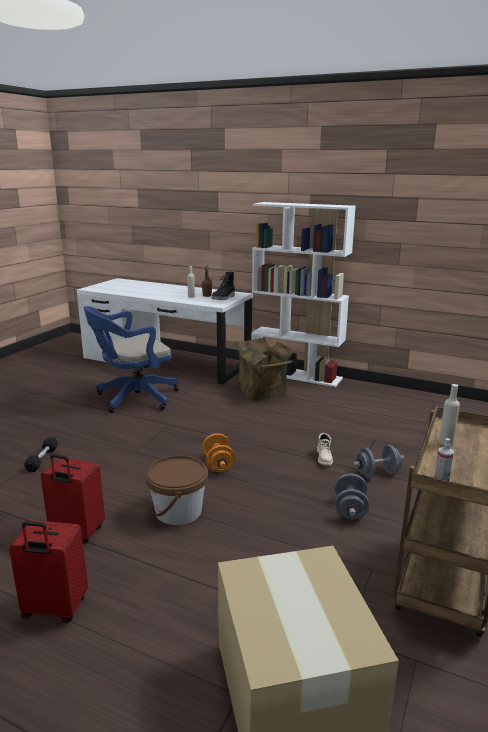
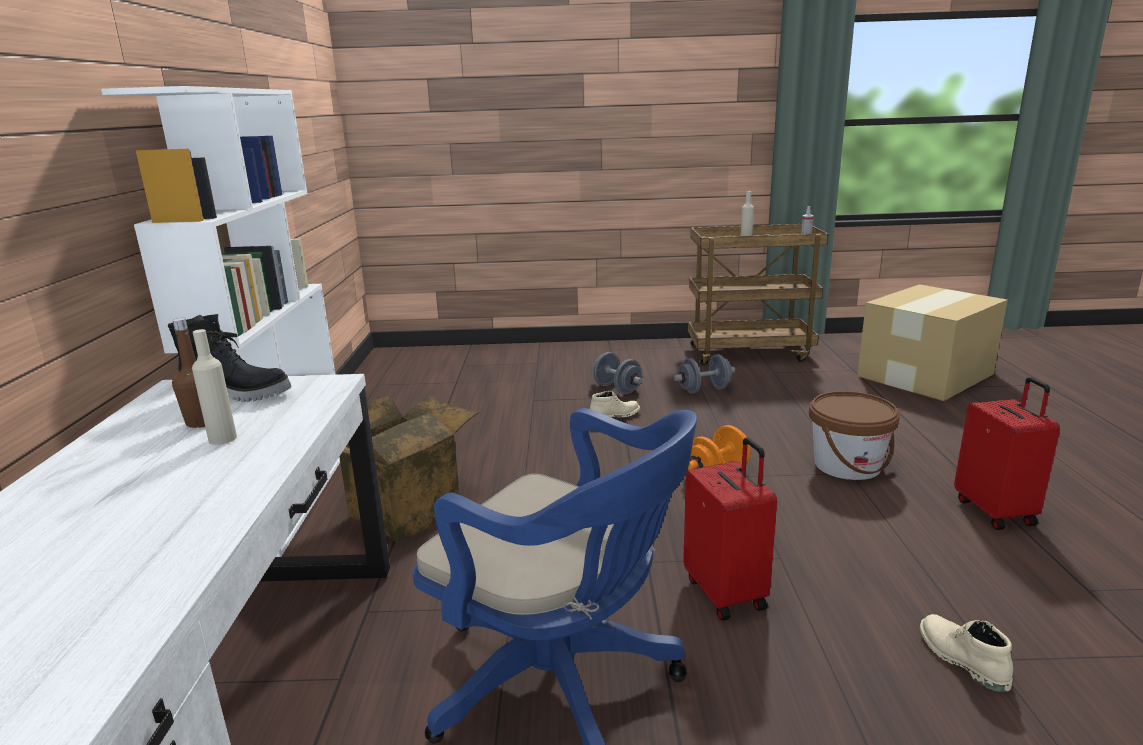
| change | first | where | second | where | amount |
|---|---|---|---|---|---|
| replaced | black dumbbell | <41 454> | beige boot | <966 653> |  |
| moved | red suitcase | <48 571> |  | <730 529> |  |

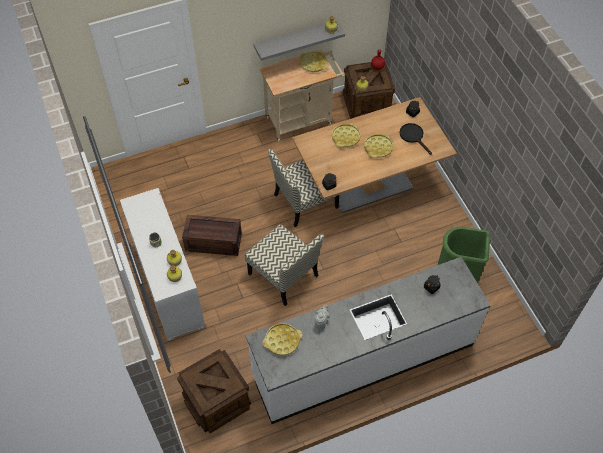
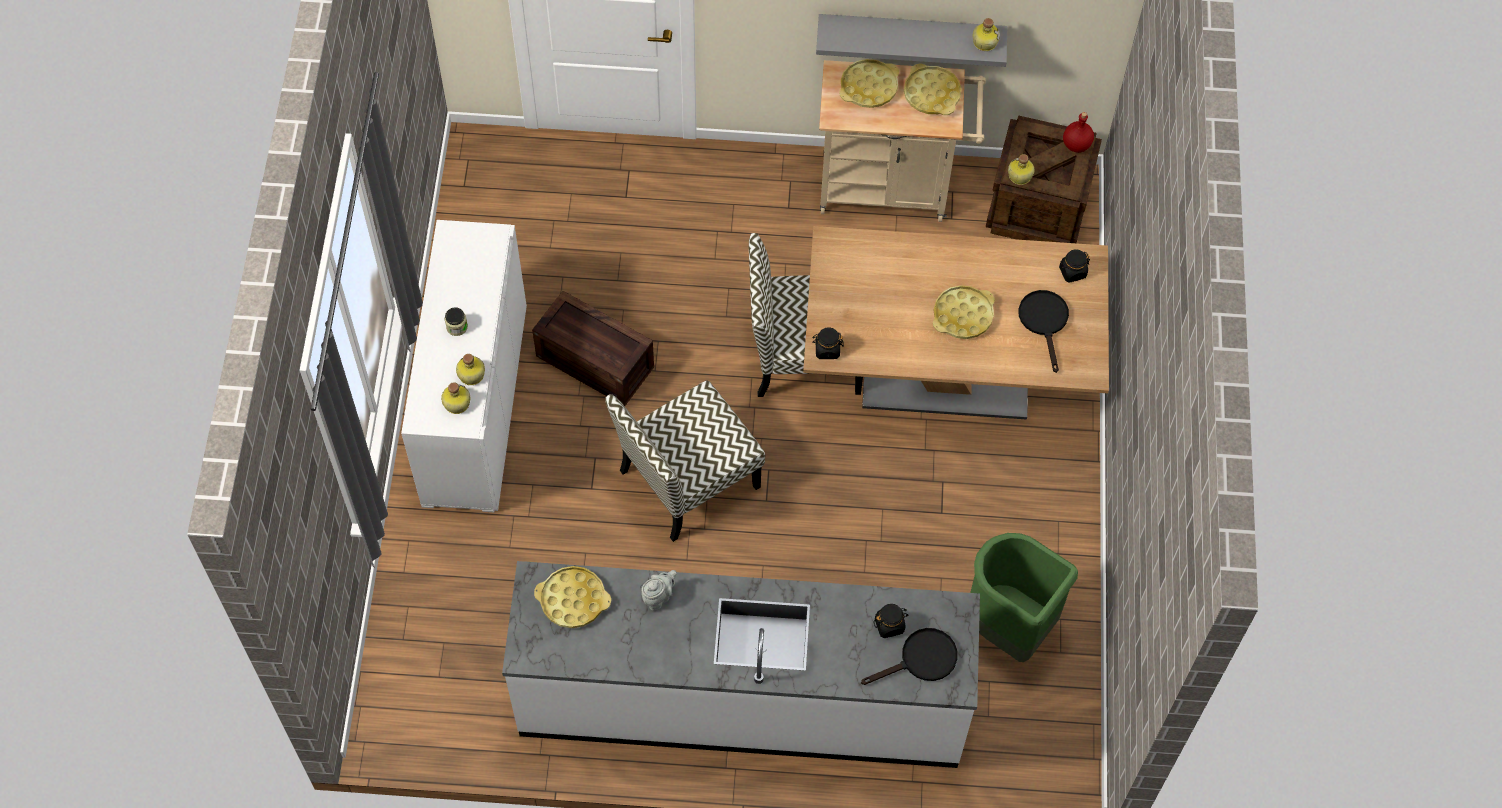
| change | first | where | second | where | amount |
|---|---|---|---|---|---|
| moved | yellow tray | <346 135> |  | <869 83> |  |
| turned | chair | <284 265> |  | <685 461> | 75 degrees clockwise |
| removed | crate | <214 391> |  |  |  |
| added |  |  | black frying pan | <909 656> |  |

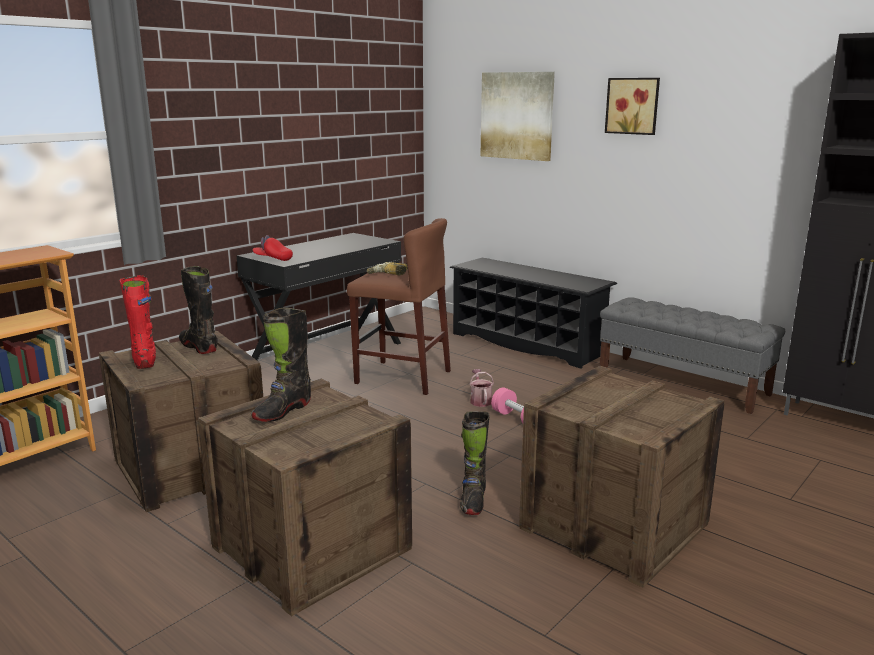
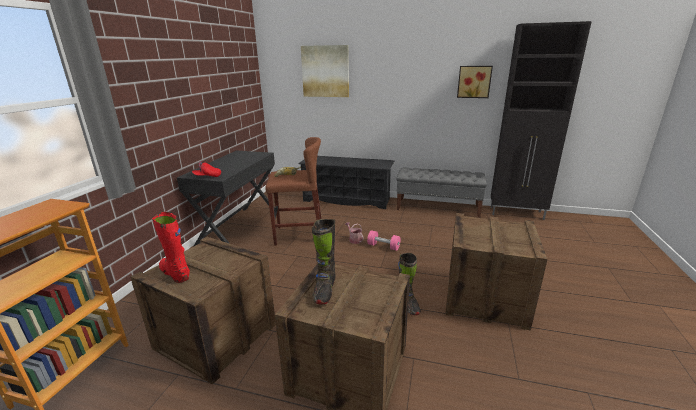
| change | first | where | second | where | amount |
|---|---|---|---|---|---|
| moved | picture | <632 106> |  | <475 82> |  |
| removed | black boot | <198 310> |  |  |  |

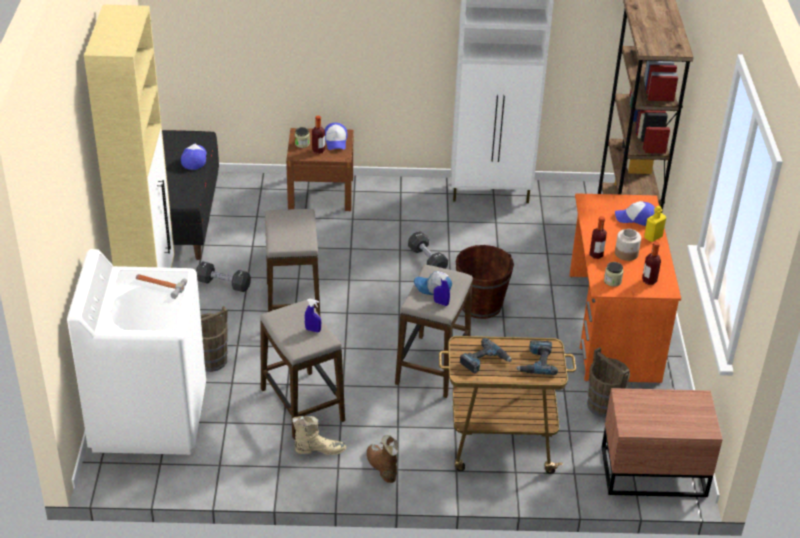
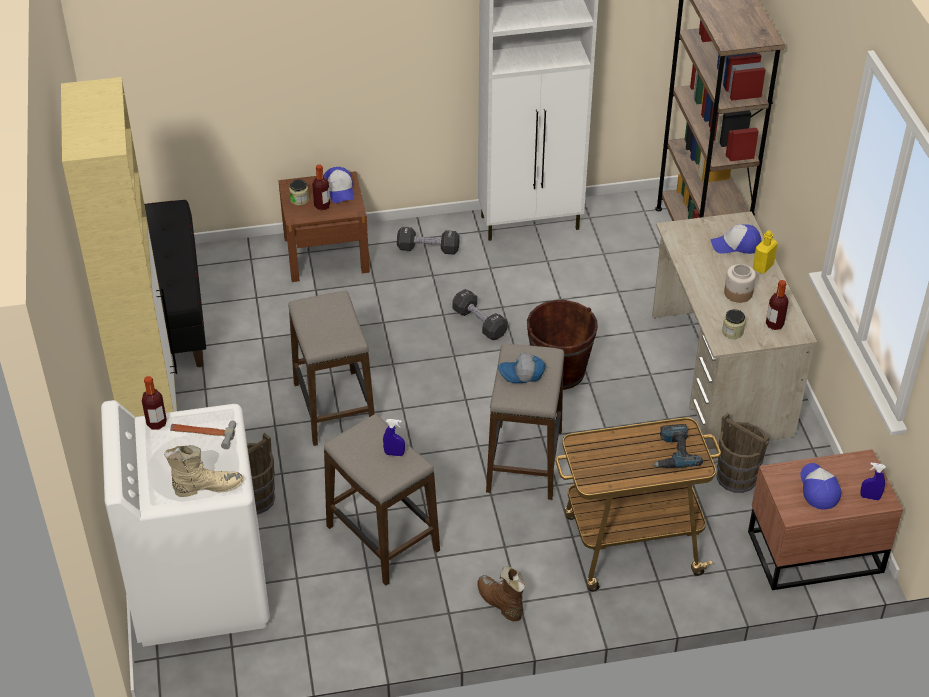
| change | first | where | second | where | amount |
|---|---|---|---|---|---|
| moved | cap | <193 156> |  | <820 486> |  |
| recoloured | orange desk | <625 288> | beige desk | <734 330> |  |
| moved | bottle | <598 237> |  | <154 403> |  |
| moved | black dumbbell | <223 276> |  | <428 241> |  |
| moved | blue spray bottle | <442 288> |  | <873 482> |  |
| removed | power drill | <486 355> |  |  |  |
| moved | beige boot | <319 435> |  | <203 471> |  |

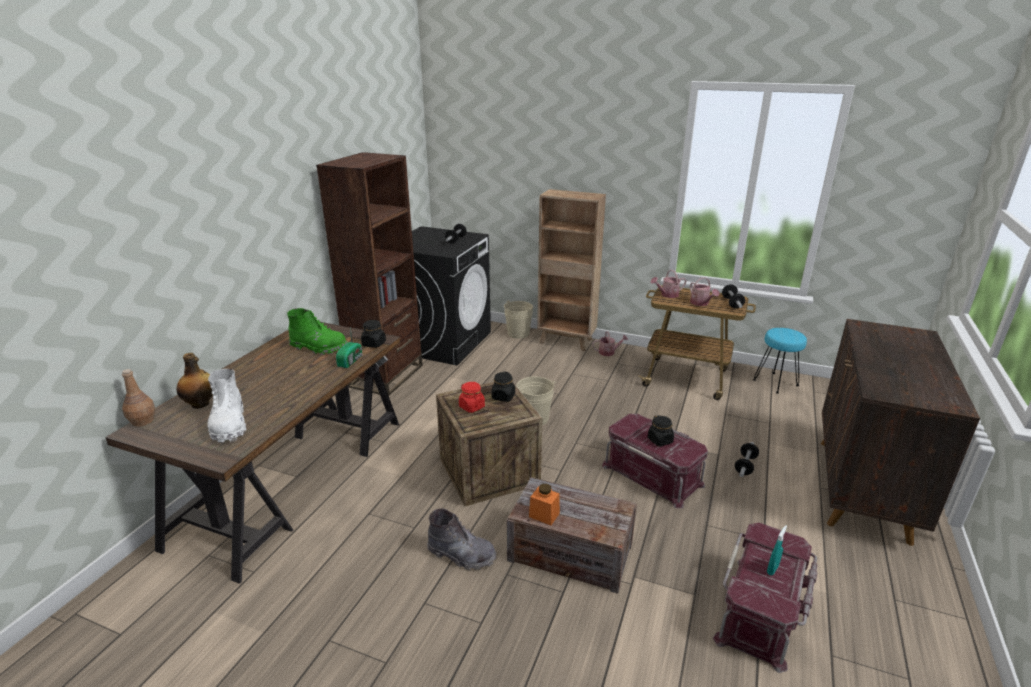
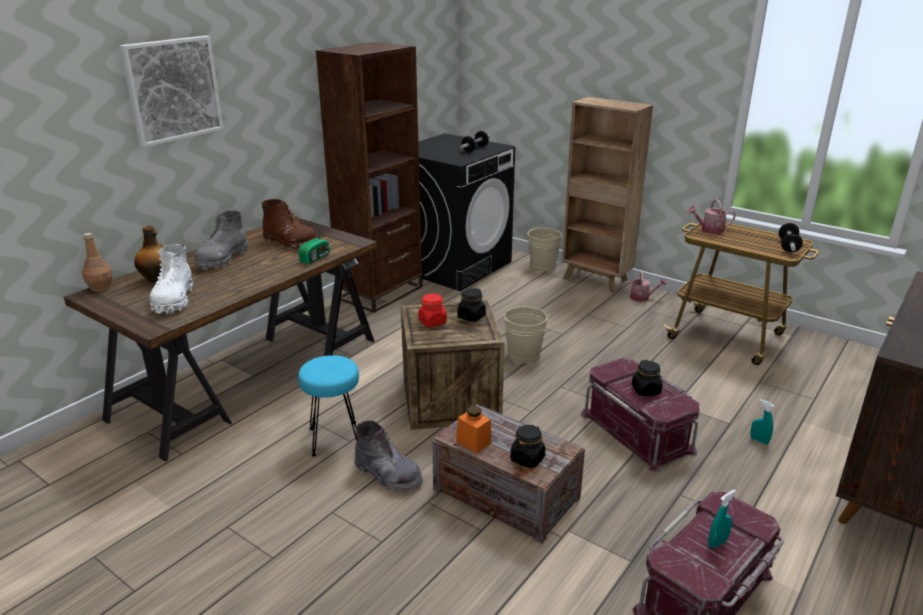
| change | first | where | second | where | amount |
|---|---|---|---|---|---|
| removed | watering can | <704 291> |  |  |  |
| recoloured | green boot | <317 331> | brown boot | <290 224> |  |
| moved | black jar | <373 334> |  | <527 446> |  |
| moved | turquoise stool | <780 361> |  | <328 405> |  |
| replaced | dumbbell | <747 459> | turquoise spray bottle | <762 422> |  |
| added |  |  | picture | <172 91> |  |
| added |  |  | grey boot | <221 240> |  |

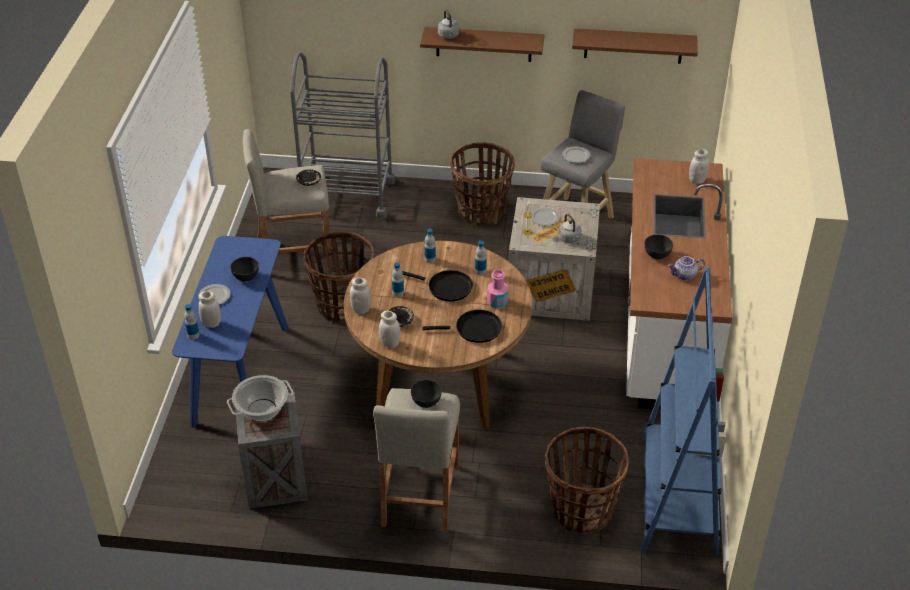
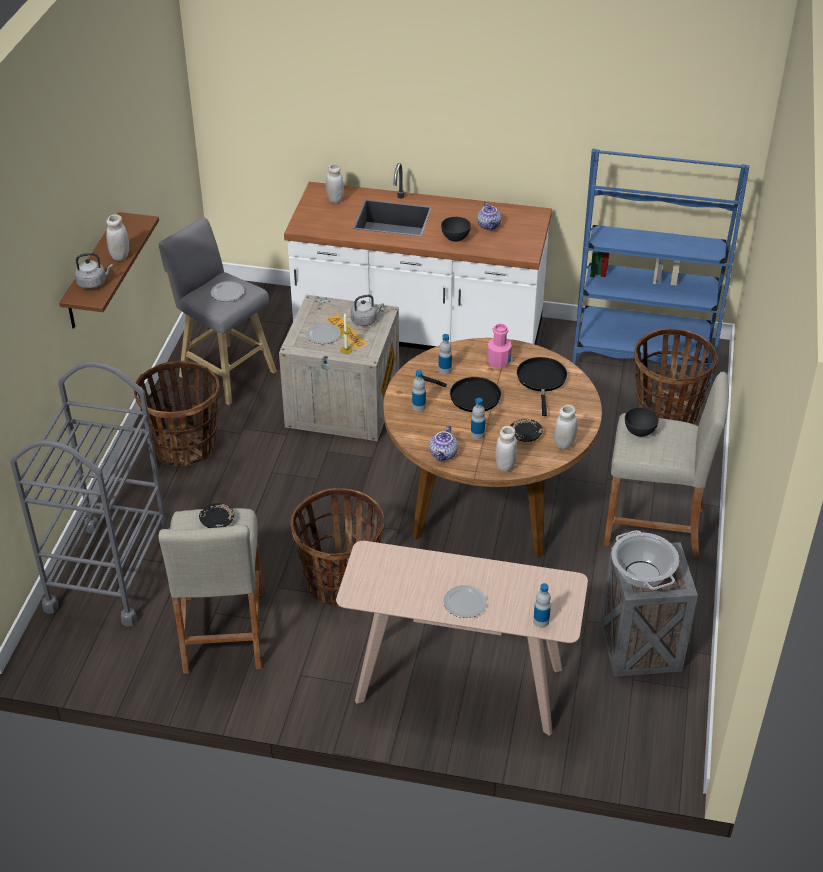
| change | first | where | second | where | amount |
|---|---|---|---|---|---|
| removed | brown shelf | <635 46> |  |  |  |
| recoloured | blue console table | <230 332> | beige console table | <462 638> |  |
| removed | grey bowl | <244 269> |  |  |  |
| turned | black frying pan | <437 285> |  | <461 394> | 90 degrees clockwise |
| moved | white jar | <210 309> |  | <117 237> |  |
| added |  |  | teapot | <444 443> |  |

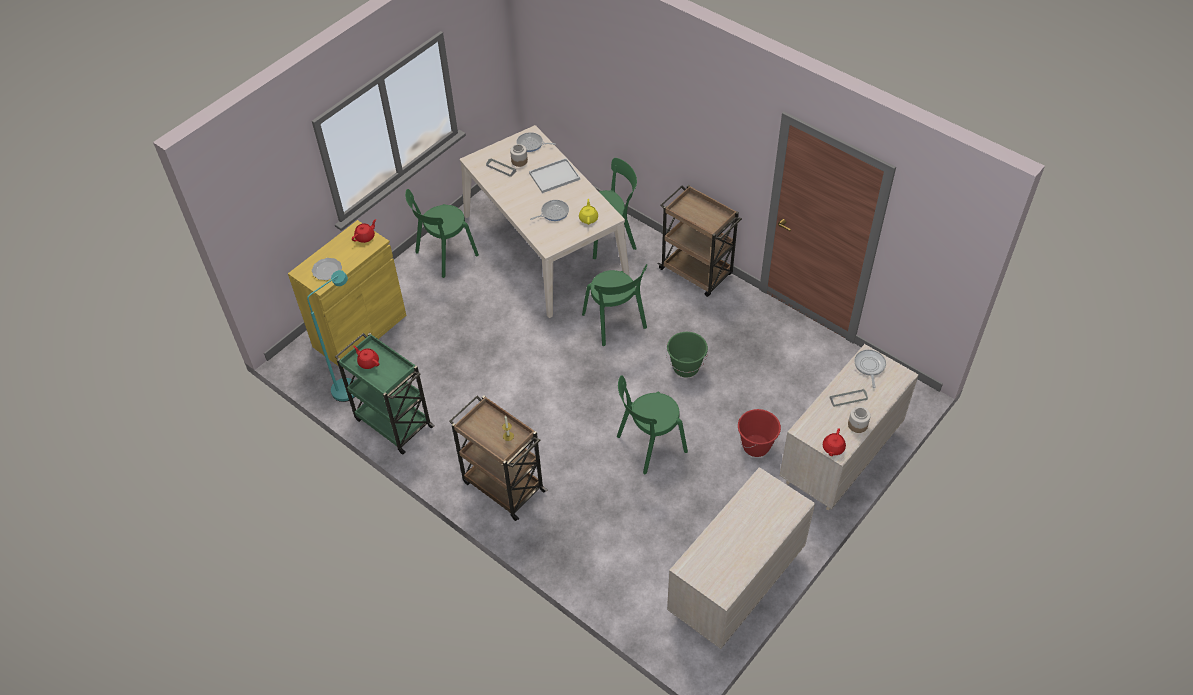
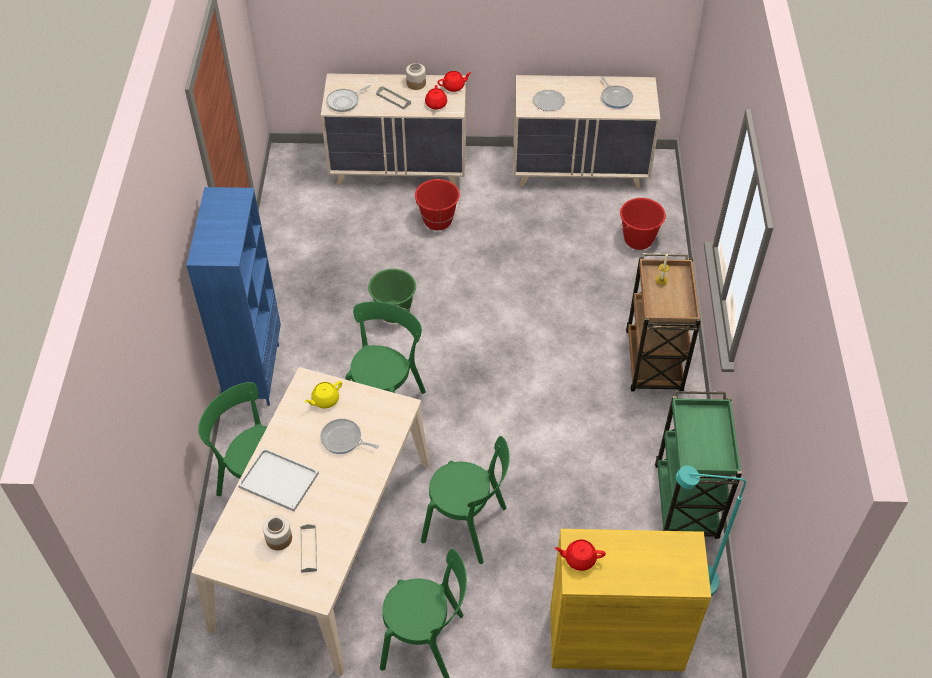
| change | first | where | second | where | amount |
|---|---|---|---|---|---|
| moved | frying pan | <536 142> |  | <616 92> |  |
| replaced | brown cart | <699 241> | blue bookcase | <233 296> |  |
| moved | plate | <327 269> |  | <549 100> |  |
| moved | red teapot | <366 357> |  | <436 97> |  |
| moved | green chair | <652 424> |  | <465 500> |  |
| added |  |  | red bucket | <643 224> |  |

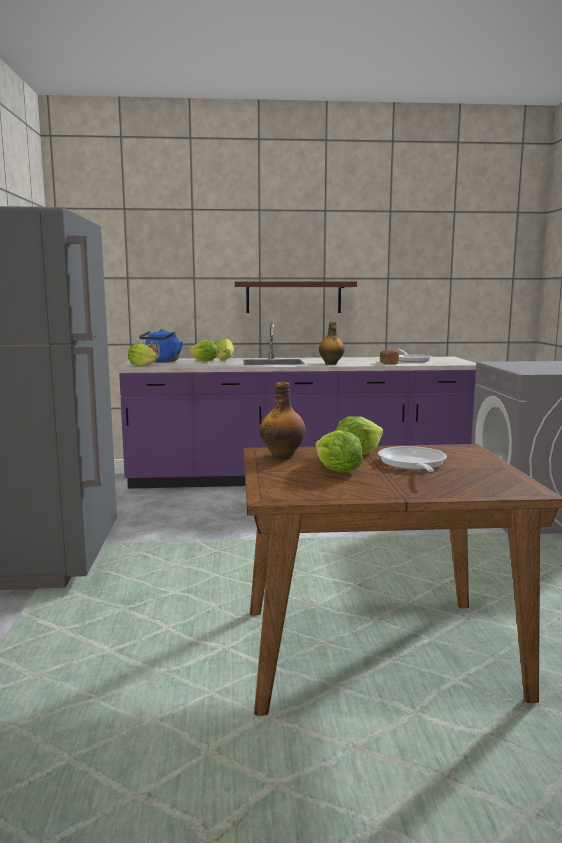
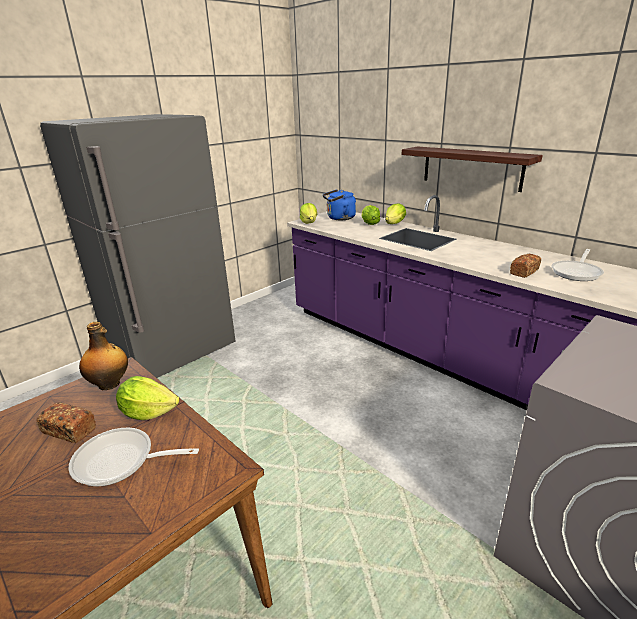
| change | first | where | second | where | amount |
|---|---|---|---|---|---|
| removed | bottle | <332 343> |  |  |  |
| replaced | lettuce | <339 451> | bread | <66 422> |  |
| turned | frying pan | <412 459> |  | <133 457> | 135 degrees counterclockwise |

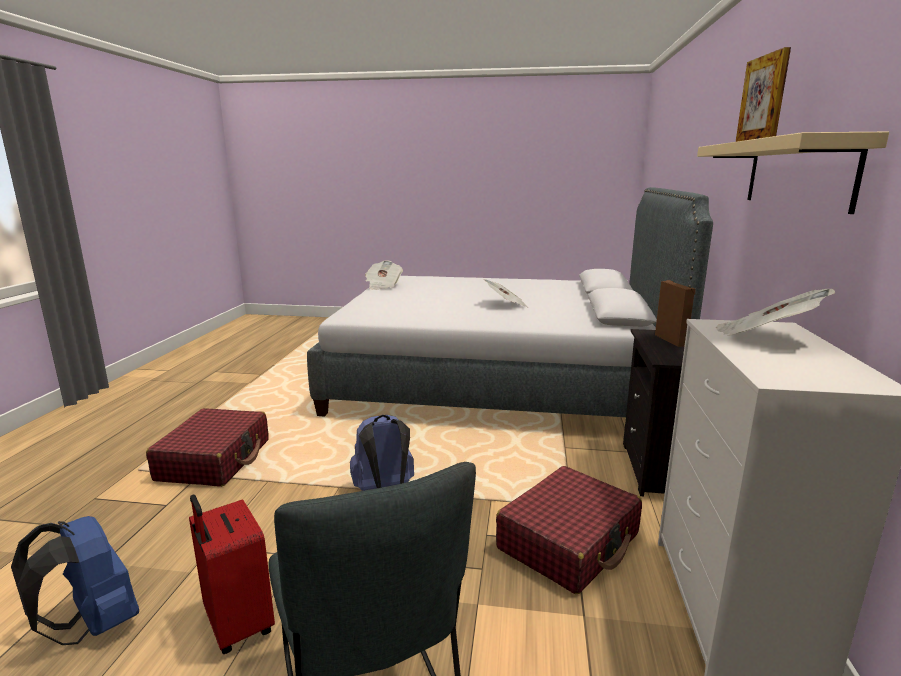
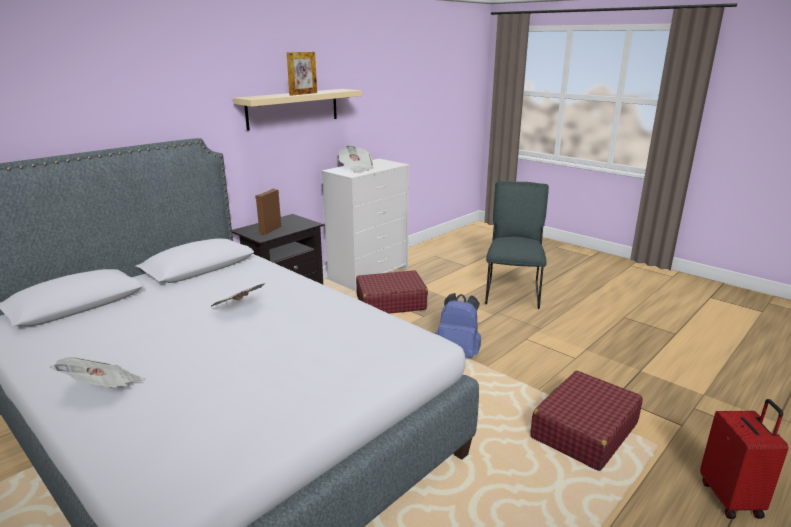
| change | first | where | second | where | amount |
|---|---|---|---|---|---|
| moved | newspaper | <384 275> |  | <97 372> |  |
| moved | red suitcase | <232 574> |  | <744 459> |  |
| removed | blue backpack | <75 580> |  |  |  |

